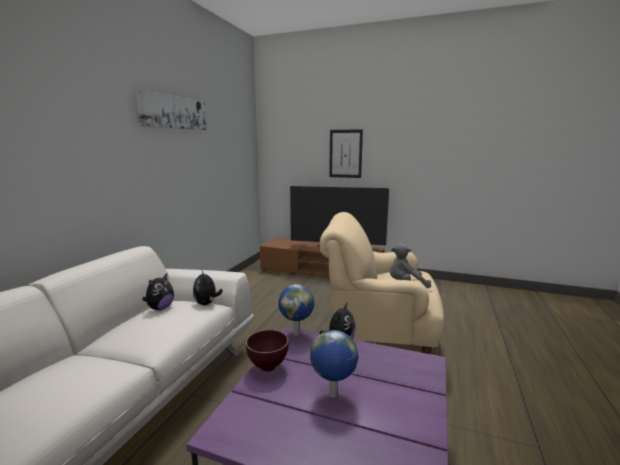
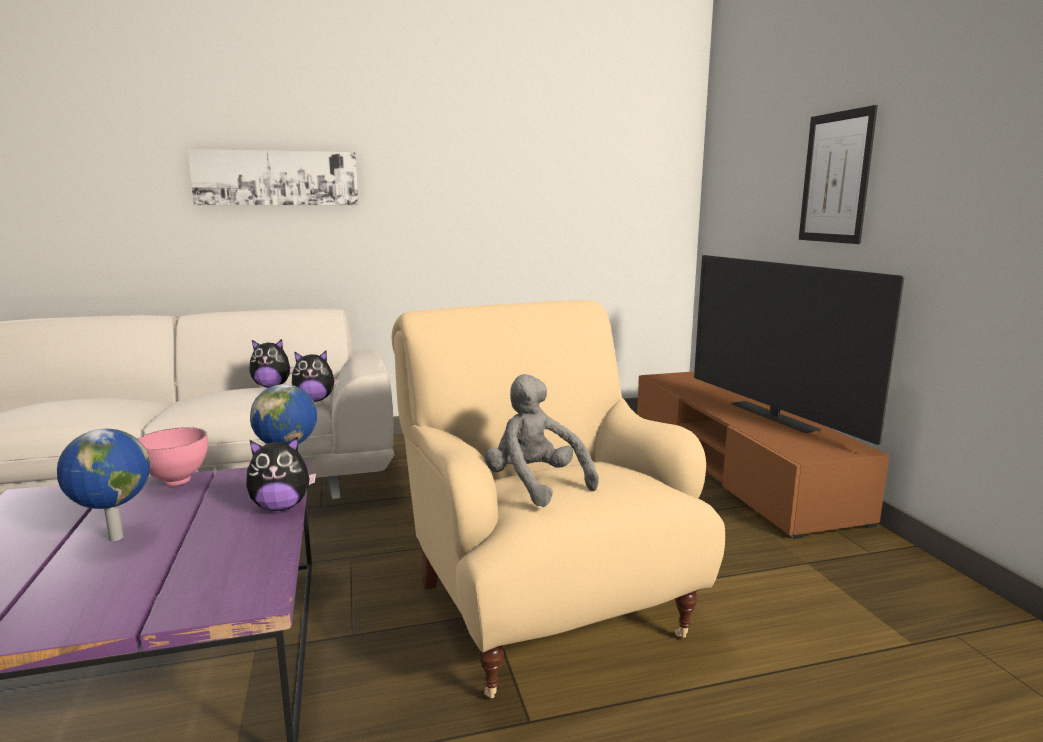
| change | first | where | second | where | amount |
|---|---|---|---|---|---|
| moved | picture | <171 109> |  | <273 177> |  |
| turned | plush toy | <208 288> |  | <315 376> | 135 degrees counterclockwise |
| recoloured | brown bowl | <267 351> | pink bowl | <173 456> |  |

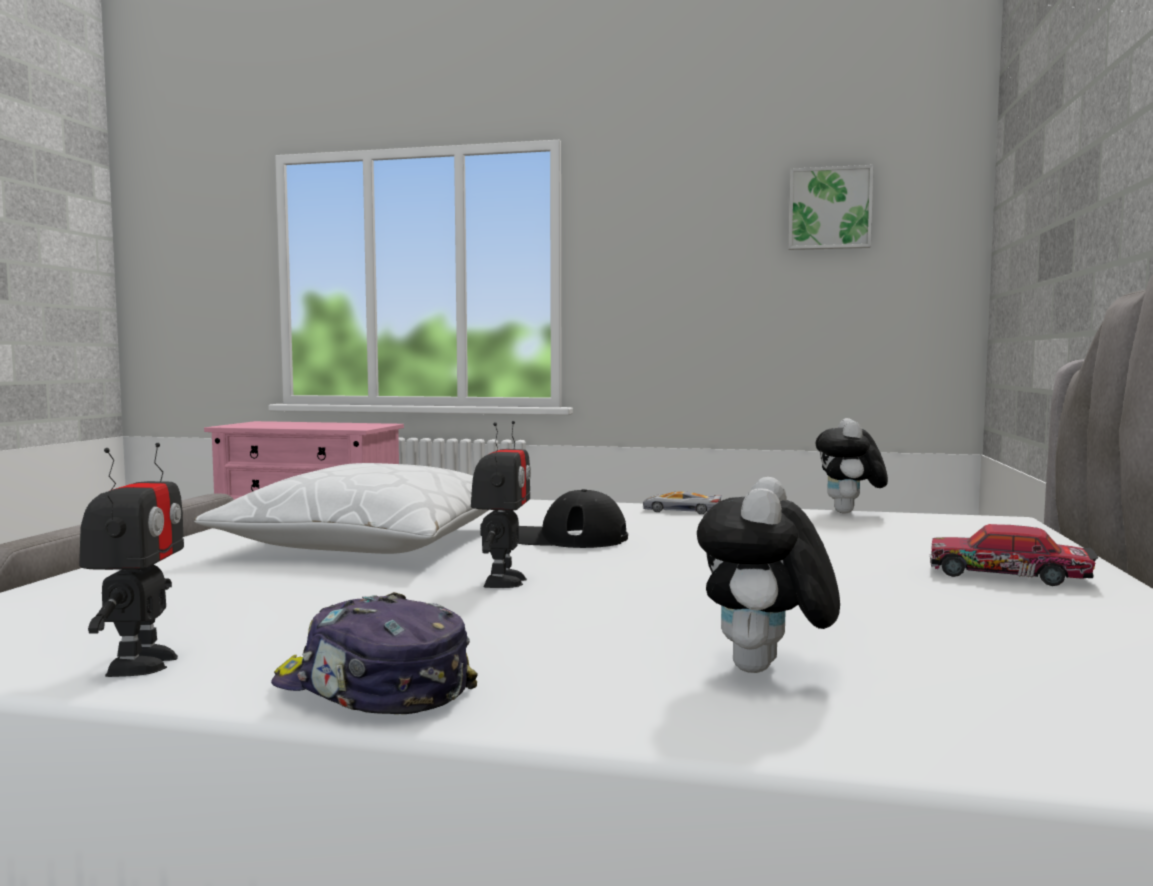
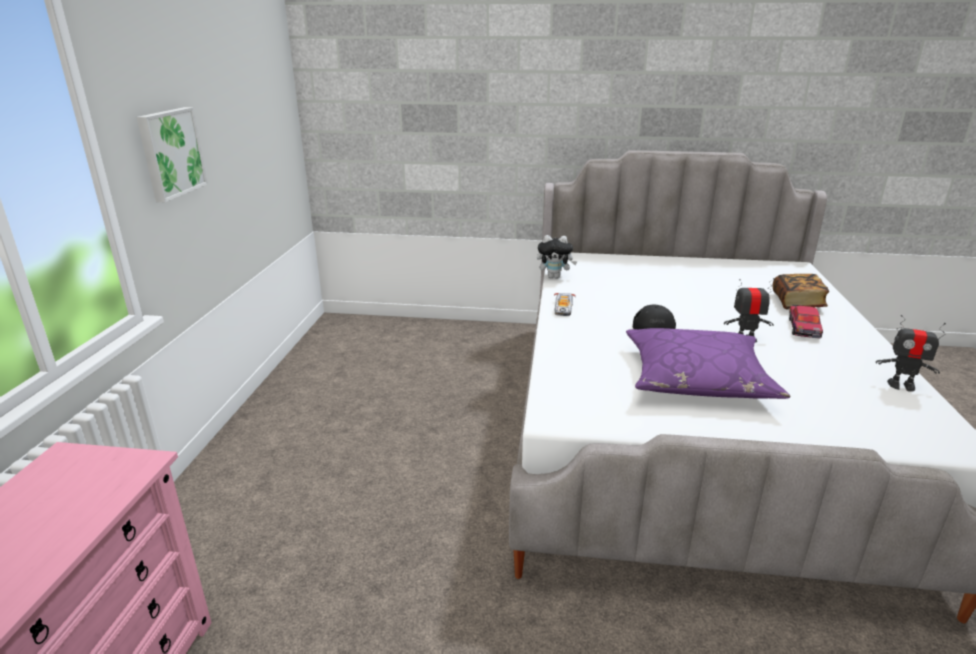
| change | first | where | second | where | amount |
|---|---|---|---|---|---|
| moved | picture | <831 207> |  | <172 154> |  |
| turned | toy robot | <131 560> |  | <911 353> | 150 degrees counterclockwise |
| recoloured | white pillow | <341 508> | purple pillow | <708 363> |  |
| replaced | plush toy | <768 575> | book | <801 291> |  |
| moved | toy car | <1014 555> |  | <806 322> |  |
| removed | cap | <374 653> |  |  |  |

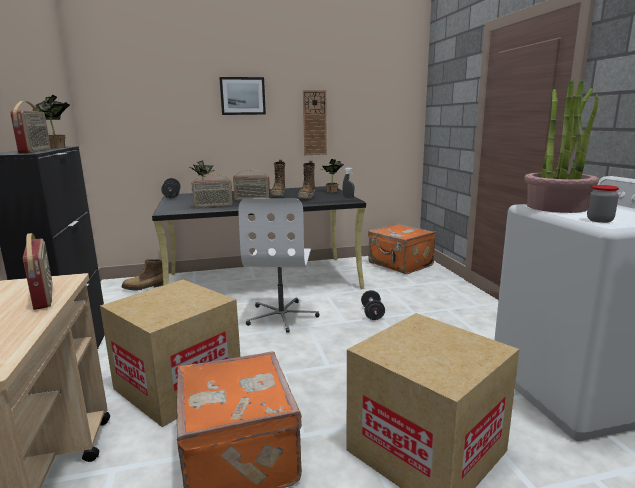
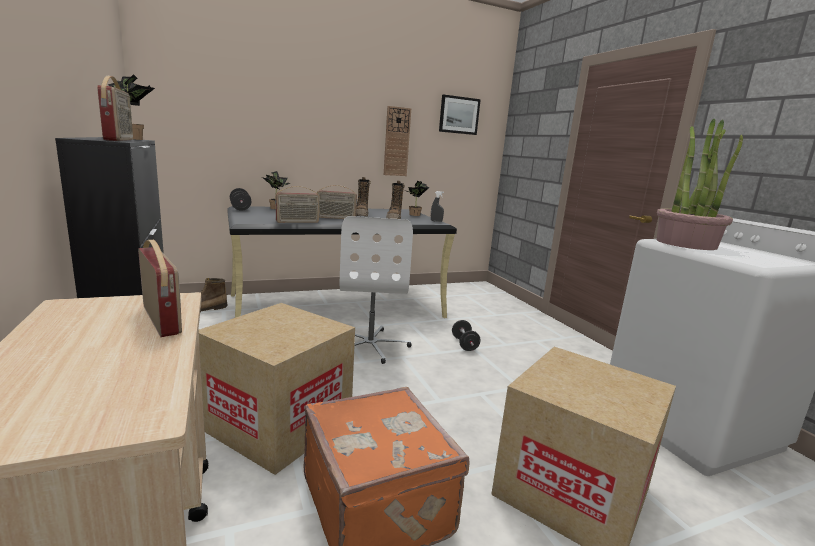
| change | first | where | second | where | amount |
|---|---|---|---|---|---|
| moved | picture | <242 96> |  | <460 114> |  |
| removed | jar | <603 204> |  |  |  |
| removed | orange suitcase | <402 249> |  |  |  |

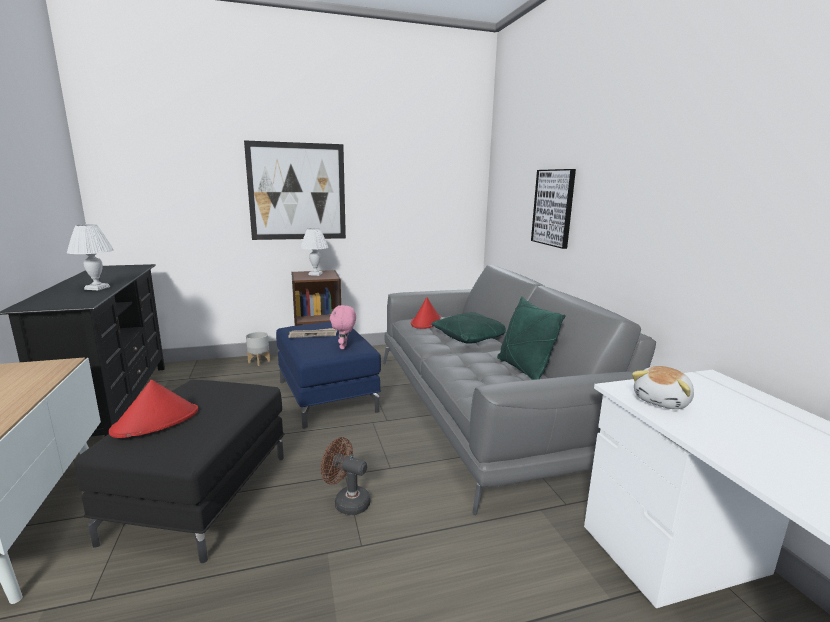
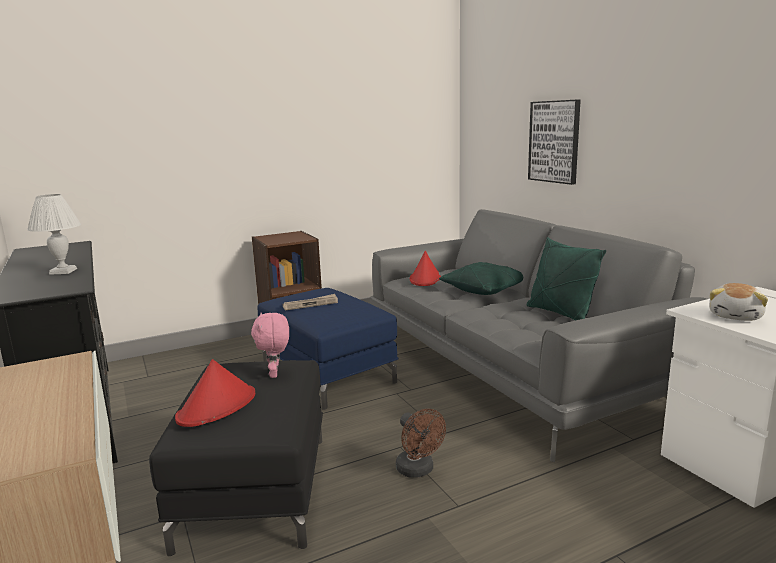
| change | first | where | second | where | amount |
|---|---|---|---|---|---|
| removed | picture | <295 190> |  |  |  |
| removed | white table lamp | <314 252> |  |  |  |
| moved | pink plush toy | <343 327> |  | <270 345> |  |
| removed | grey planter | <258 349> |  |  |  |
| turned | brown fan | <346 476> |  | <421 443> | 135 degrees counterclockwise |

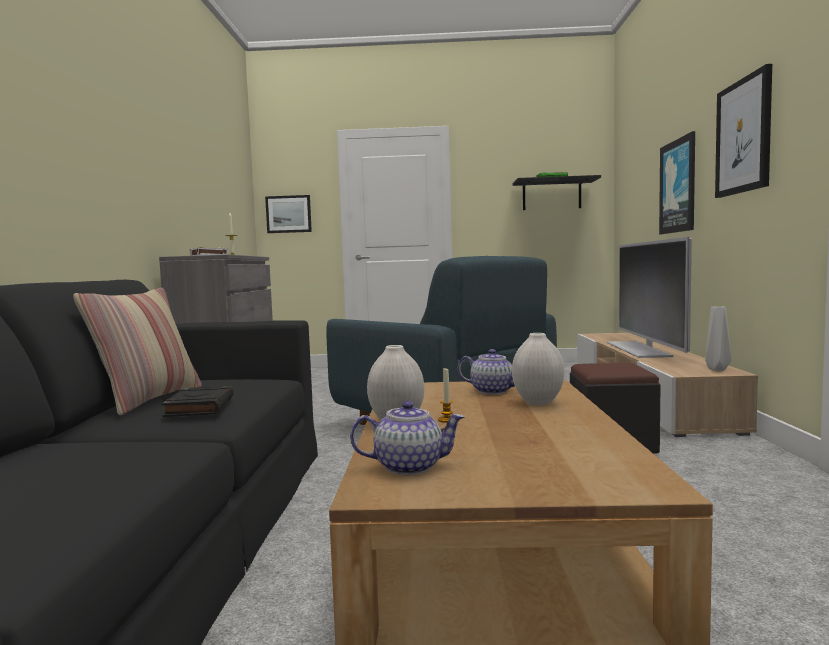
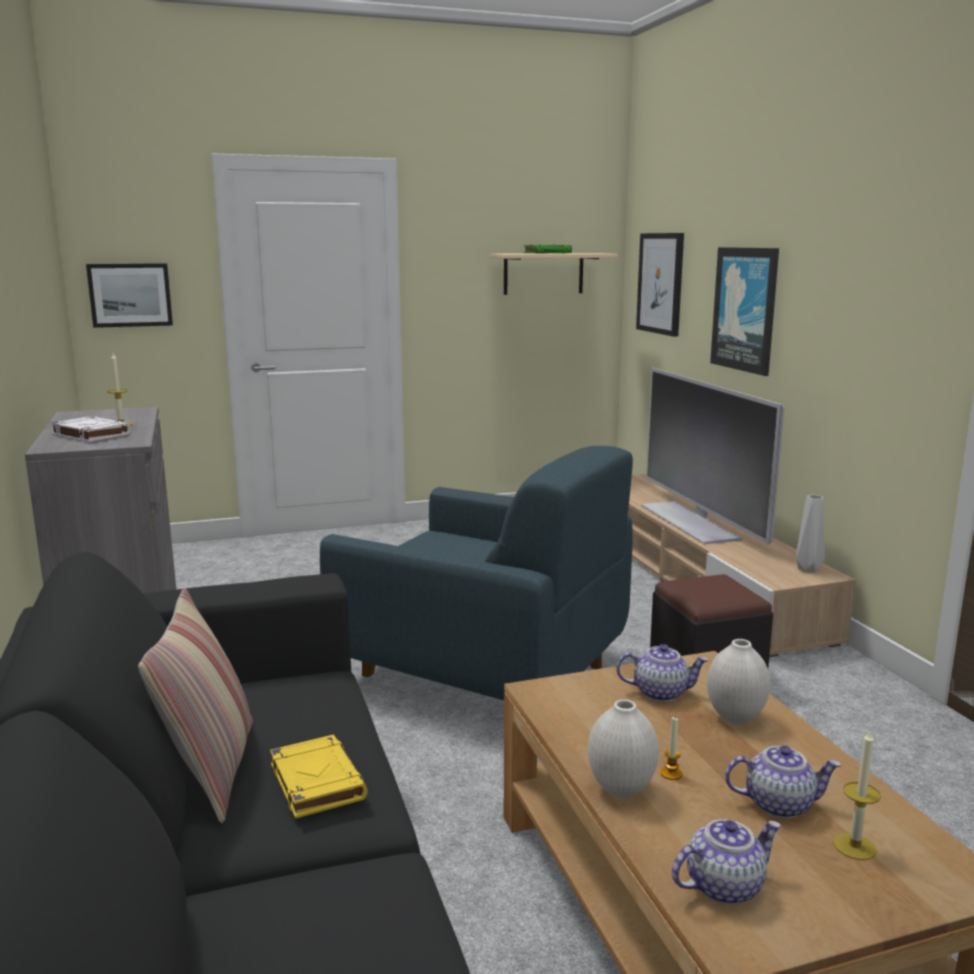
| change | first | where | second | where | amount |
|---|---|---|---|---|---|
| moved | picture | <743 131> |  | <660 285> |  |
| recoloured | black shelf | <557 192> | beige shelf | <554 274> |  |
| recoloured | black book | <198 401> | yellow book | <319 777> |  |
| added |  |  | candle | <857 795> |  |
| added |  |  | teapot | <783 781> |  |

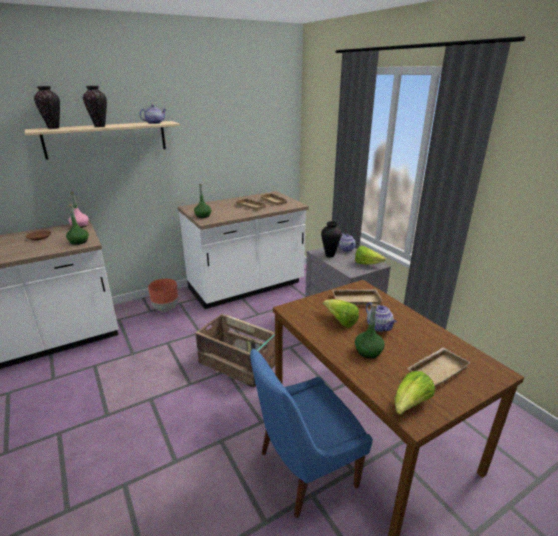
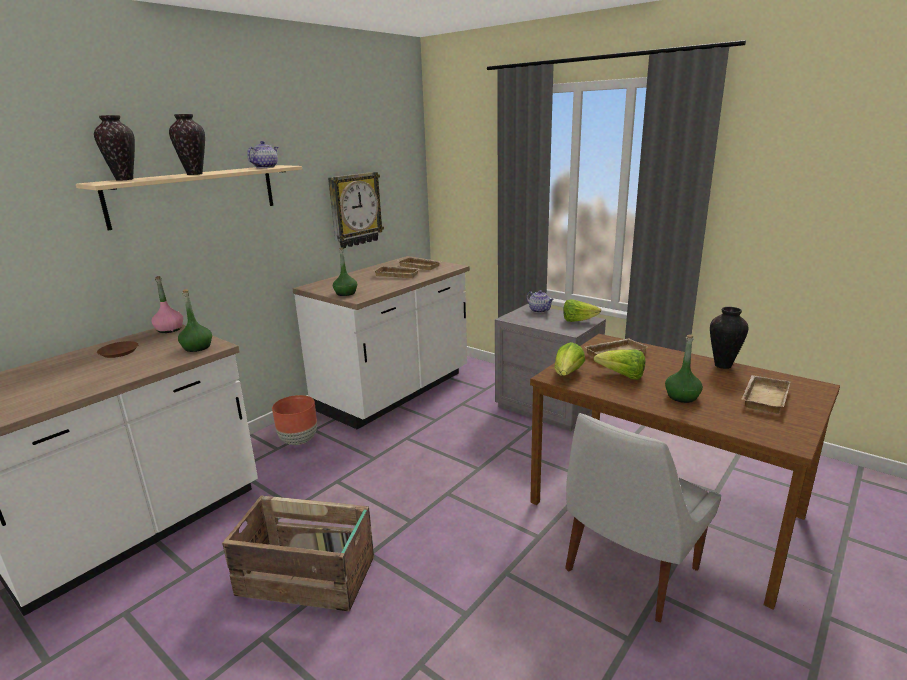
| change | first | where | second | where | amount |
|---|---|---|---|---|---|
| moved | vase | <331 239> |  | <729 338> |  |
| removed | teapot | <381 317> |  |  |  |
| moved | crate | <235 350> |  | <298 554> |  |
| recoloured | blue chair | <311 433> | white chair | <643 518> |  |
| moved | lettuce | <415 392> |  | <570 359> |  |
| added |  |  | wall clock | <356 210> |  |

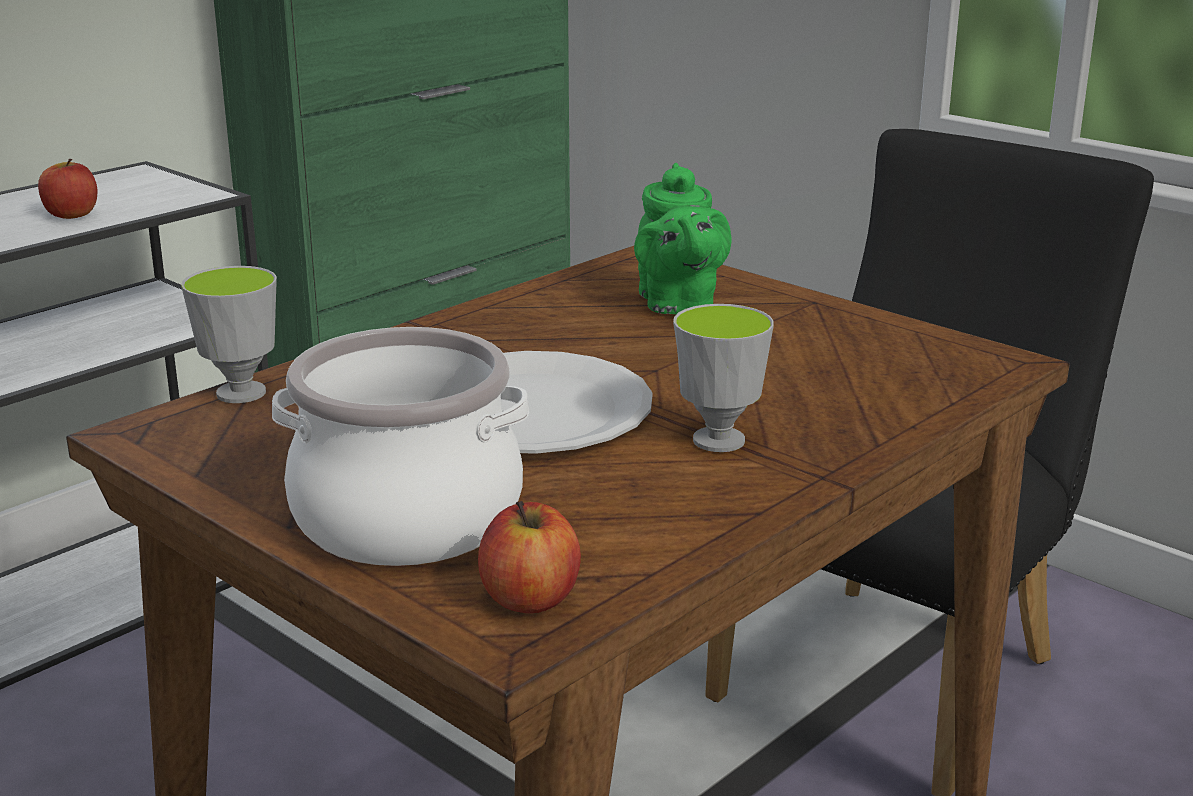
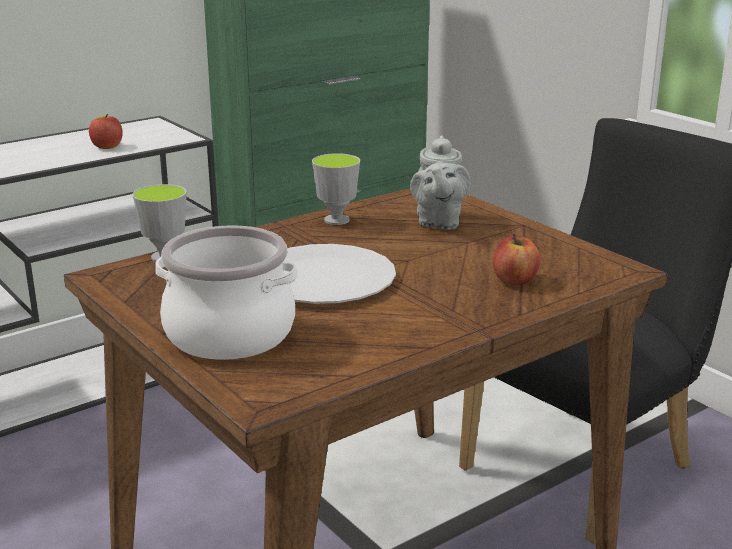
| change | first | where | second | where | amount |
|---|---|---|---|---|---|
| recoloured | green teapot | <682 238> | grey teapot | <440 182> |  |
| moved | cup | <723 378> |  | <336 189> |  |
| moved | apple | <529 557> |  | <516 259> |  |

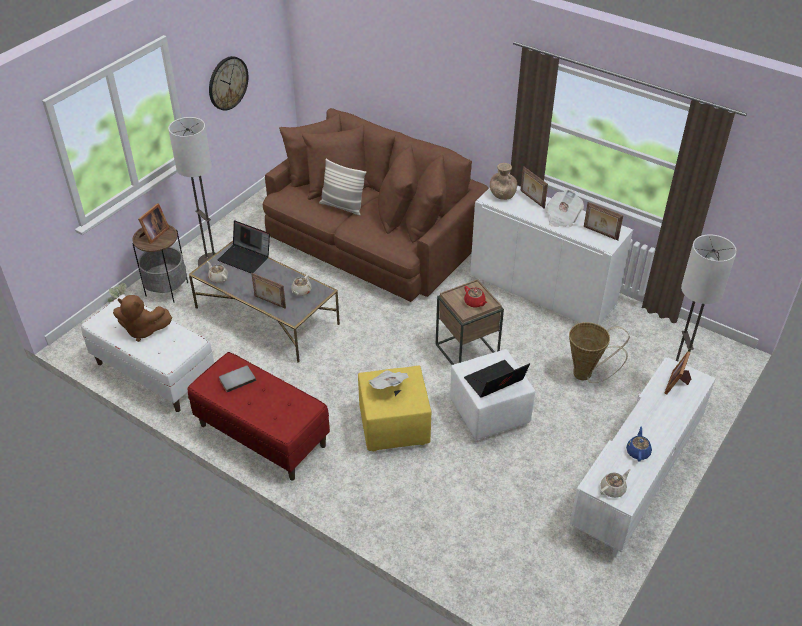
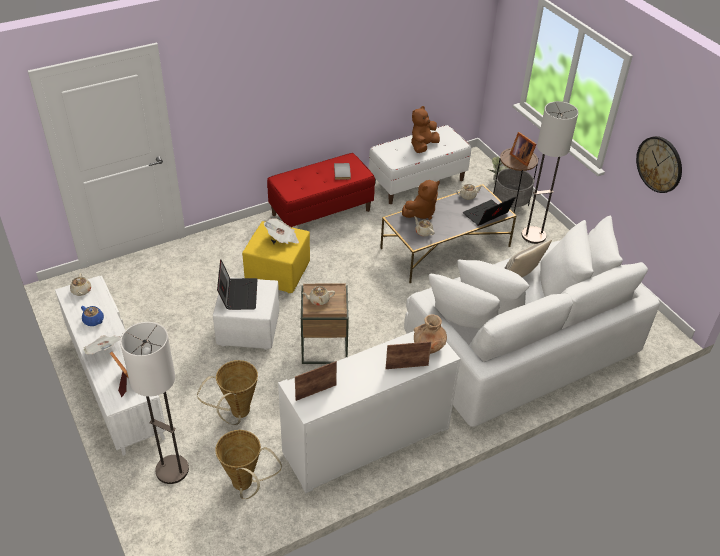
| change | first | where | second | where | amount |
|---|---|---|---|---|---|
| recoloured | brown sofa | <376 205> | white sofa | <532 321> |  |
| moved | newspaper | <565 208> |  | <102 344> |  |
| replaced | picture frame | <268 291> | brown plush toy | <421 200> |  |
| recoloured | red teapot | <475 297> | beige teapot | <318 296> |  |
| added |  |  | basket | <248 464> |  |

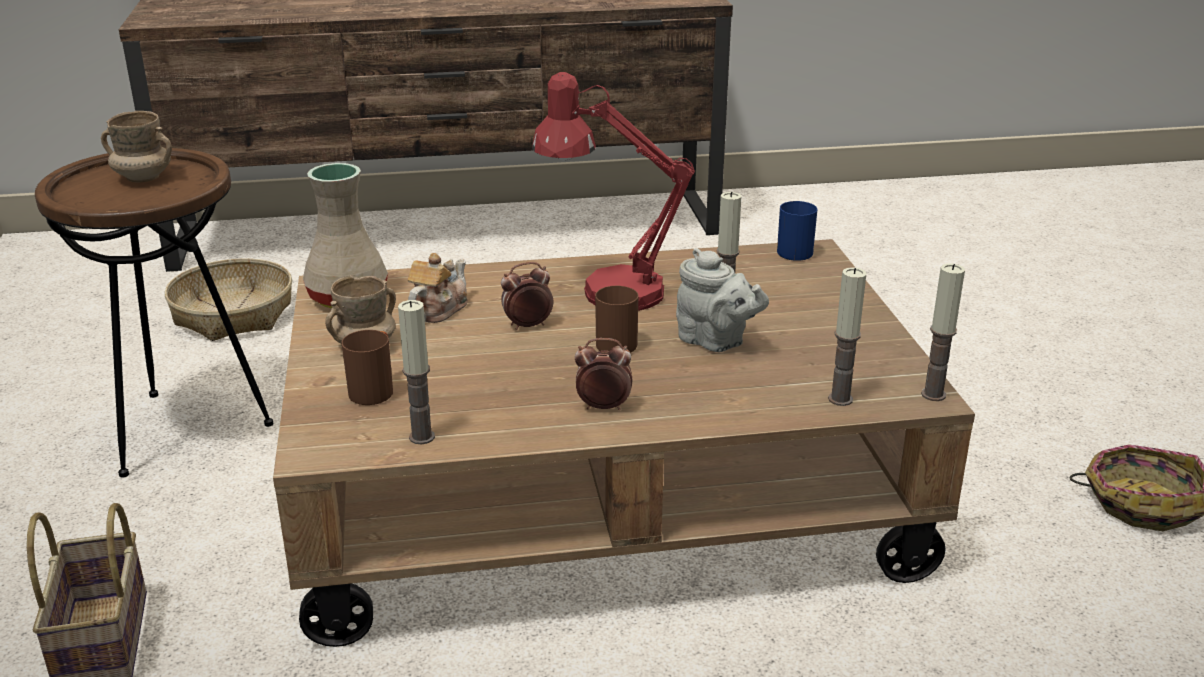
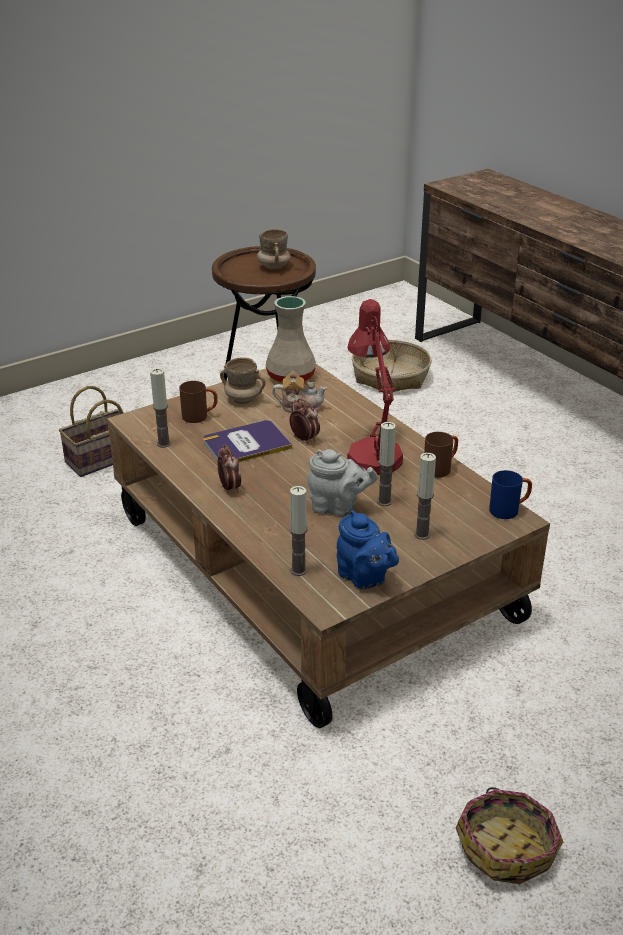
| change | first | where | second | where | amount |
|---|---|---|---|---|---|
| turned | grey teapot | <722 300> |  | <342 482> | 90 degrees counterclockwise |
| moved | candle | <943 332> |  | <425 496> |  |
| moved | brown mug | <616 319> |  | <441 455> |  |
| added |  |  | book | <247 441> |  |
| added |  |  | blue teapot | <367 549> |  |

